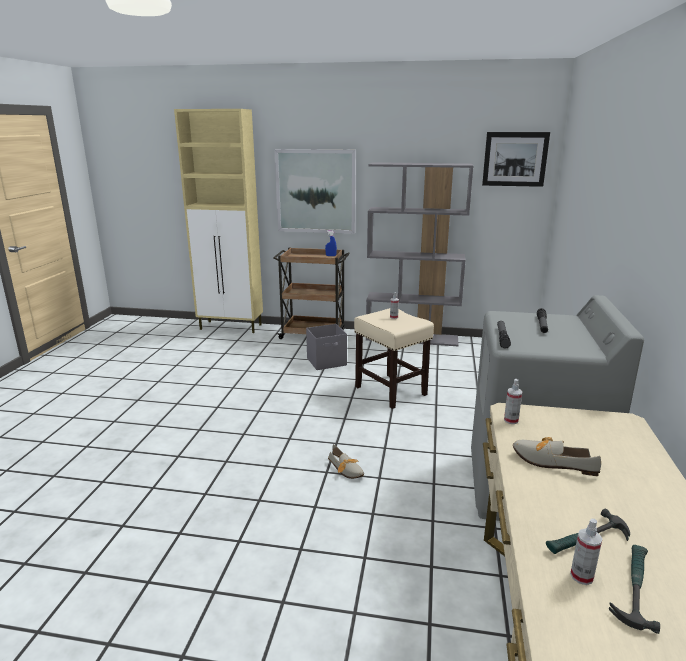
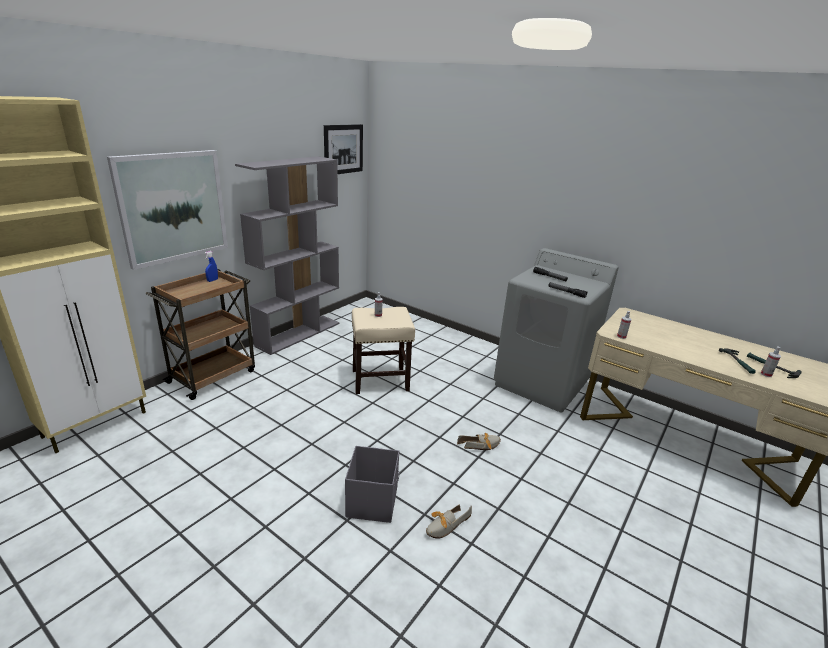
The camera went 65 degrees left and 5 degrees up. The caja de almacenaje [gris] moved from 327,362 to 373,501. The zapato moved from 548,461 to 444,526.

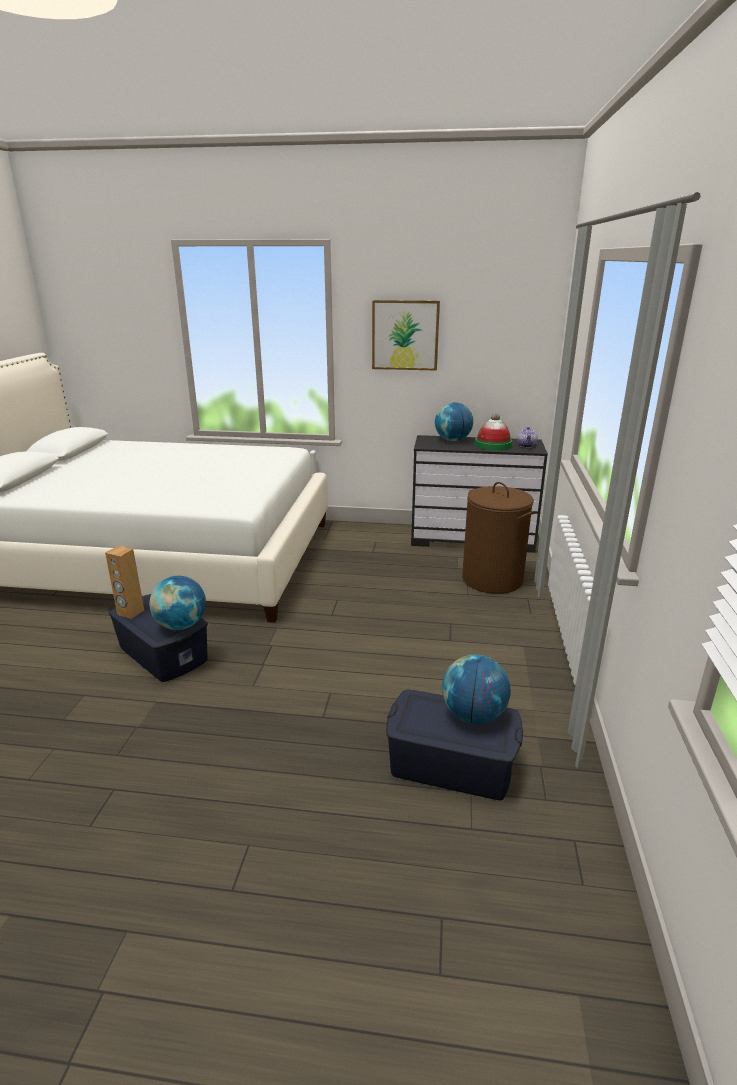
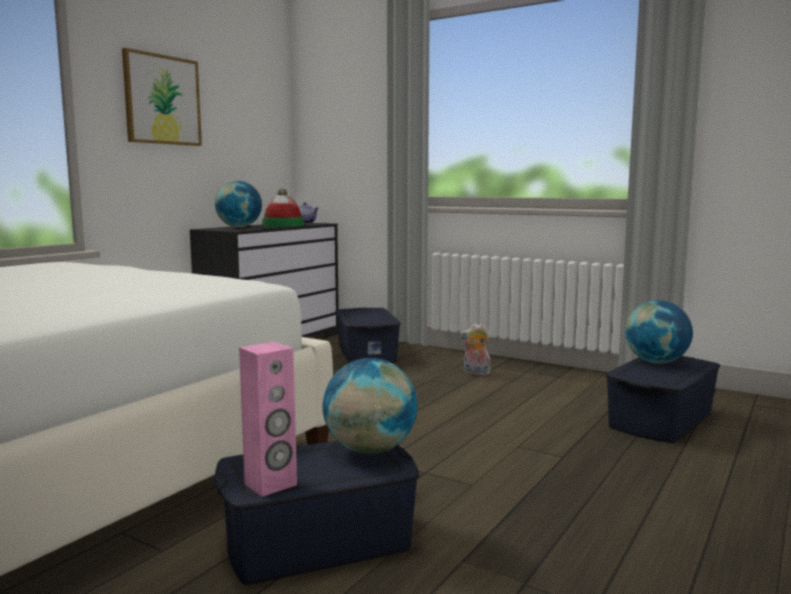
The camera went 65 degrees left and 15 degrees down. The cesto de la ropa [marrón] at 492,579 was replaced by the caja de almacenaje [azul] at 367,353. The altavoz [marrón] at 130,612 became the altavoz [rosa] at 271,484. The peluche at 475,373 appeared.

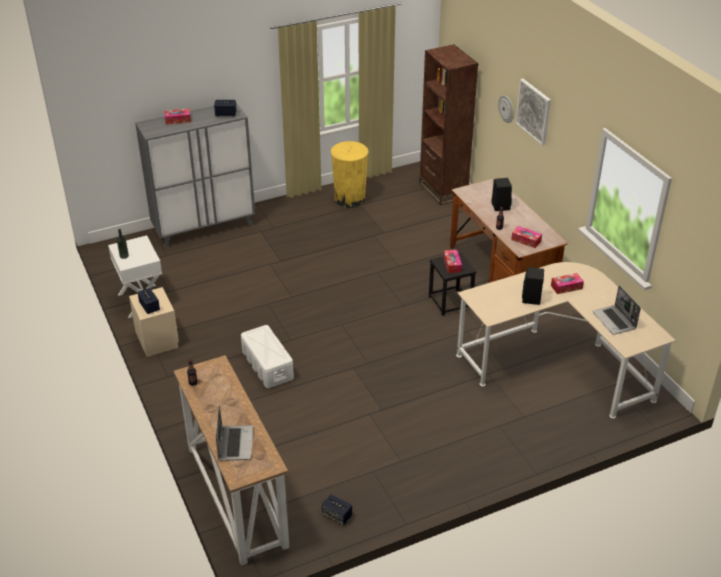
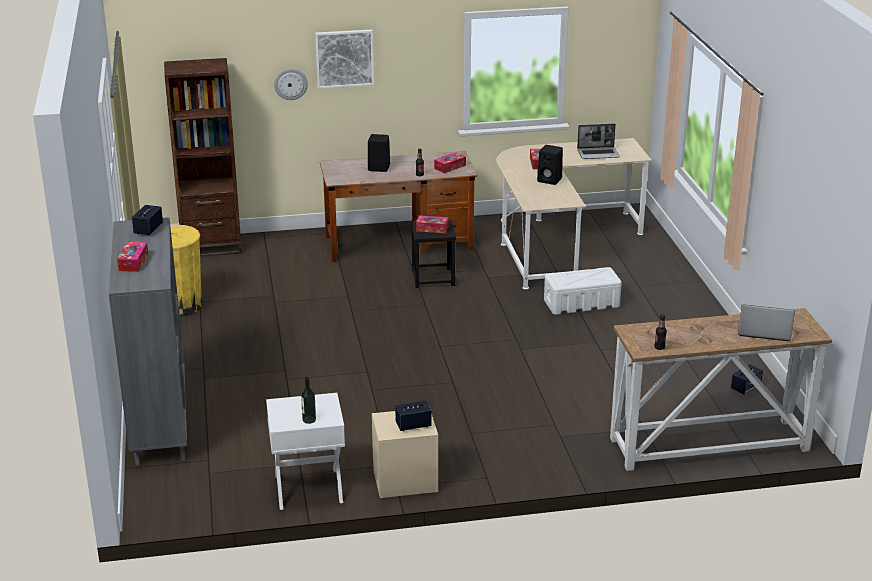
The camera went 75 degrees left and 10 degrees down. The caja de almacenaje [blanco] moved from 267,365 to 581,303.

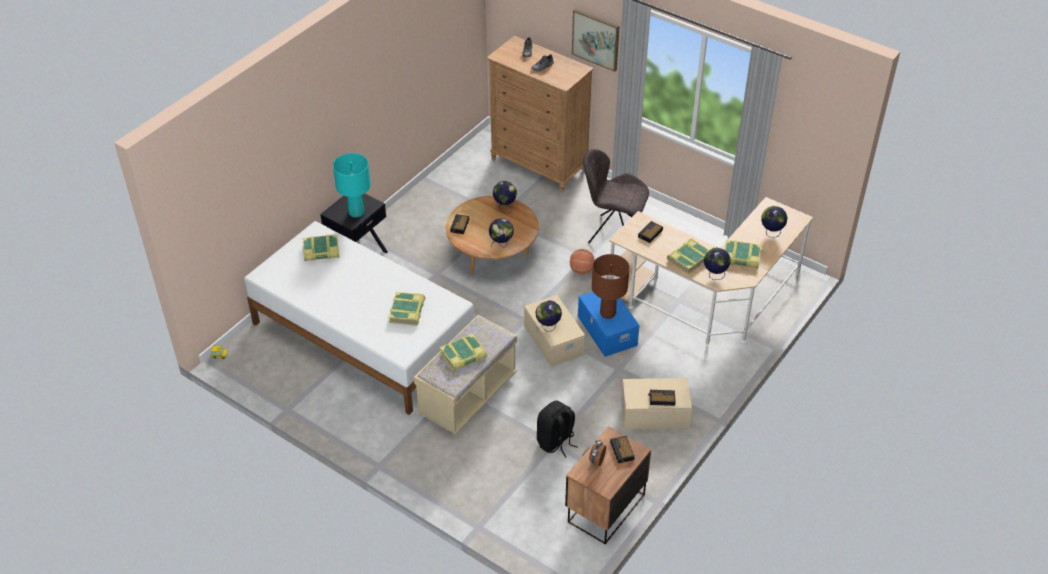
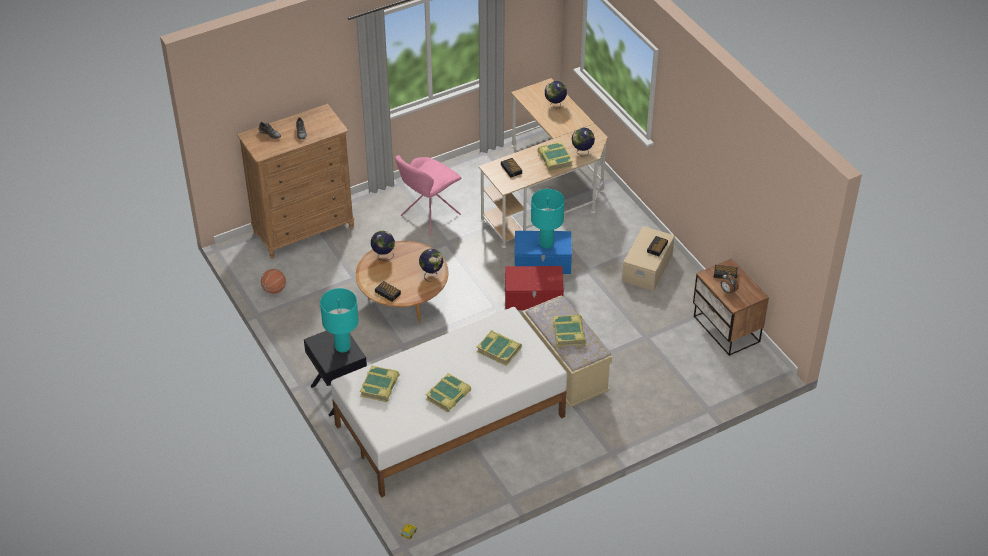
The camera went 65 degrees left and 0 degrees up. The cuadro at 596,39 disappeared. The silla [gris] at 613,233 became the silla [rosa] at 428,216. The libro moved from 741,257 to 448,396. The balón de baloncesto moved from 581,270 to 274,290. The lámpara de mesa [marrón] at 607,313 became the lámpara de mesa [turquesa] at 546,244. The caja de almacenaje [beis] at 553,341 became the caja de almacenaje [rojo] at 534,298. The globo terráqueo at 548,327 disappeared. The mochila [negro] at 556,442 disappeared.

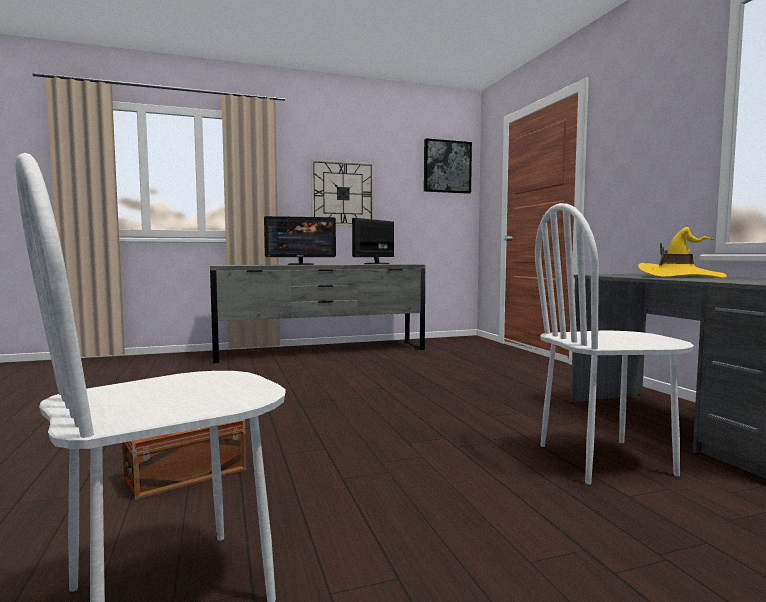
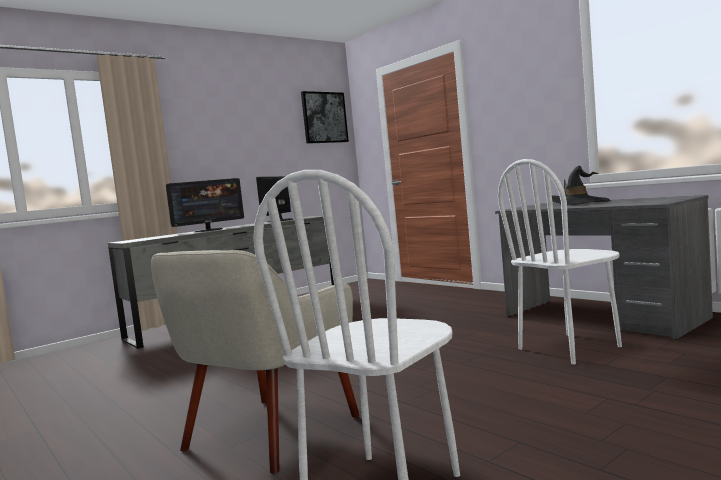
The camera went 20 degrees left and 0 degrees up. The reloj de pared at 342,193 disappeared. The sombrero [amarillo] at 680,276 became the sombrero [negro] at 578,203. The caja de almacenaje [marrón] at 184,474 was replaced by the sillón [beis] at 268,432.

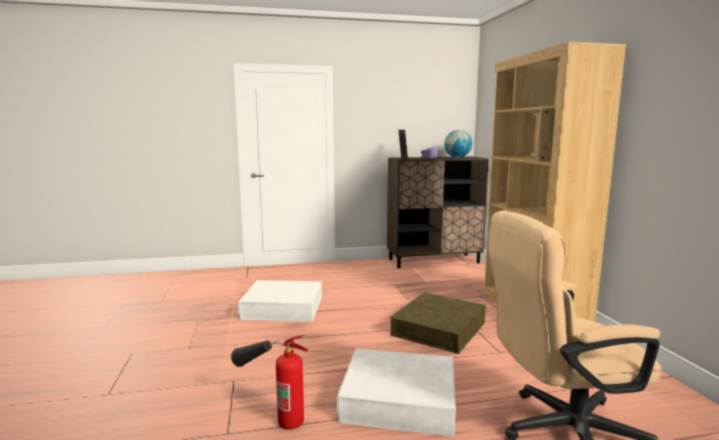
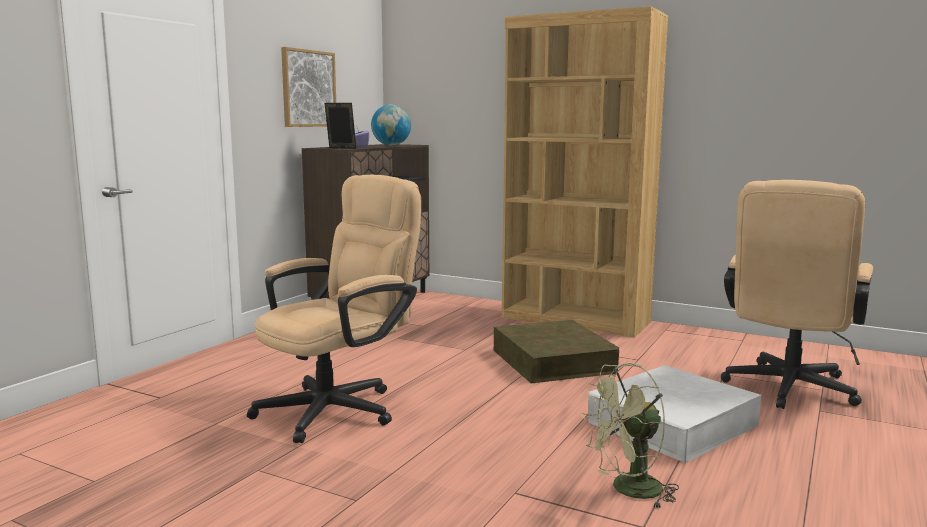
The camera went 50 degrees left and 0 degrees up. The caja de almacenaje [blanco] at 283,308 was replaced by the silla de oficina [beis] at 339,407. The extintor at 272,414 was replaced by the ventilador [verde] at 628,491. The cuadro at 308,88 appeared.

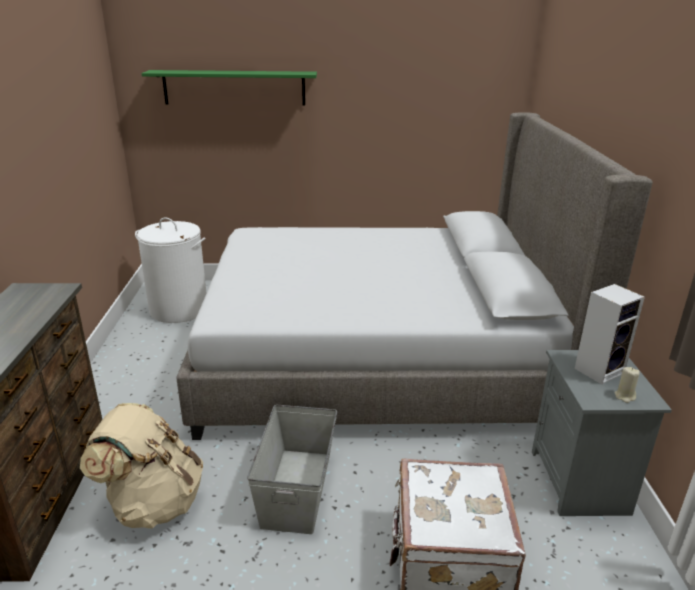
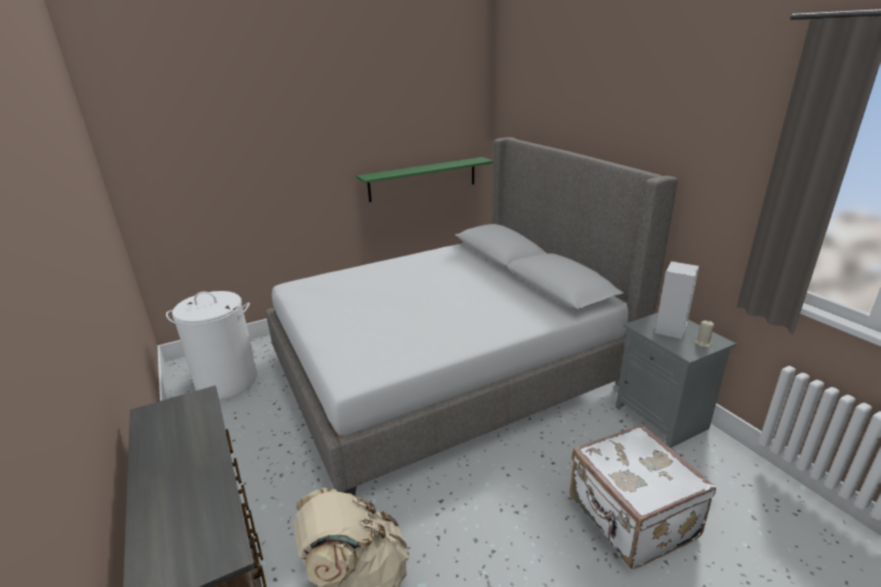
The camera went 25 degrees left and 0 degrees up. The estante [verde] moved from 234,88 to 423,179. The caja de almacenaje [gris] at 296,489 disappeared.

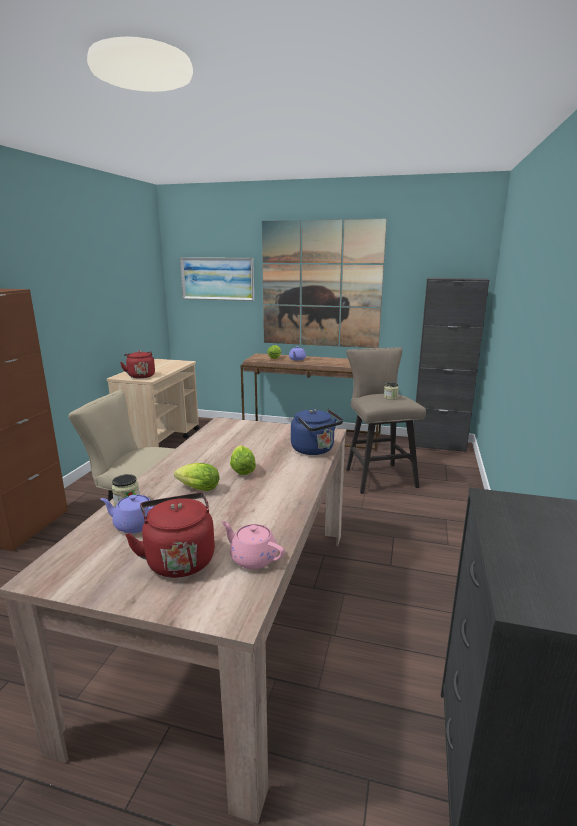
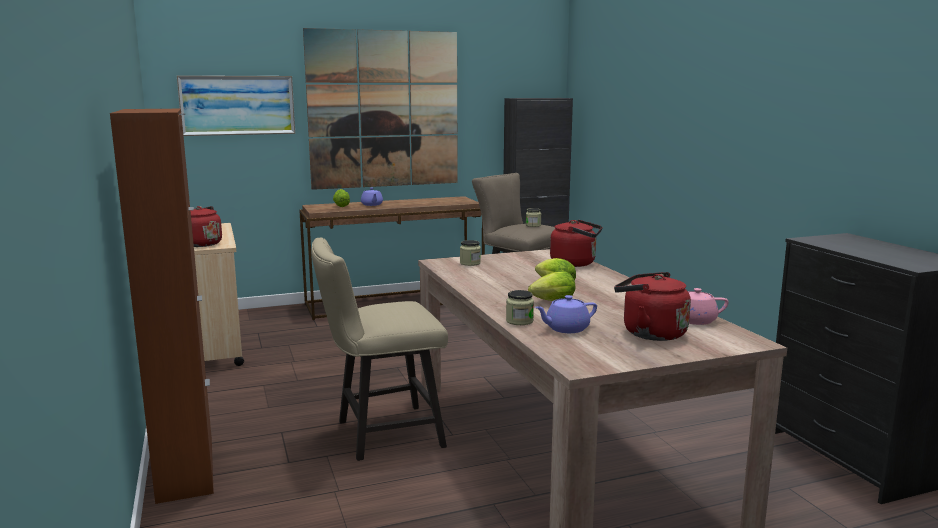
The camera went 35 degrees left and 5 degrees down. The hervidor [azul] at 314,450 became the hervidor [rojo] at 576,263. The tarro at 470,263 appeared.

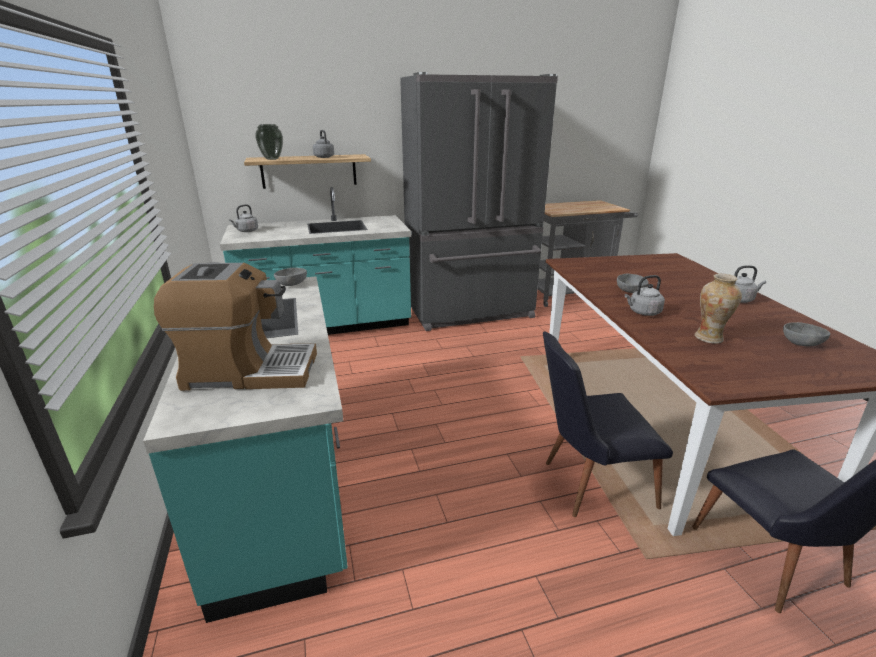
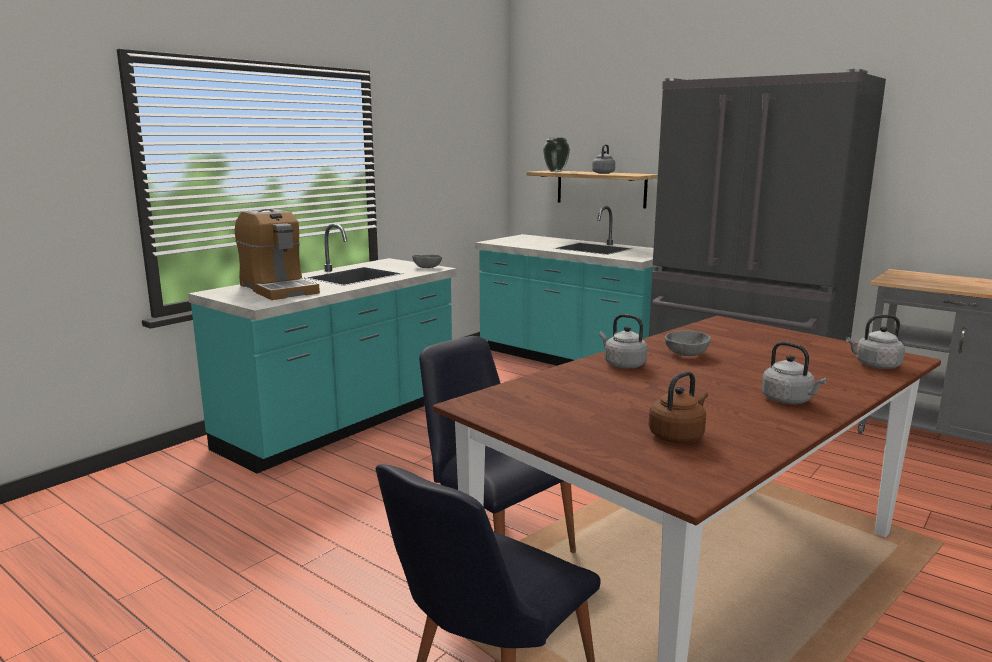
The camera went 55 degrees right and 10 degrees down. The hervidor [gris] moved from 246,231 to 875,365. The florero at 709,338 disappeared. The cuenco [gris] at 800,343 was replaced by the hervidor [marrón] at 678,436.

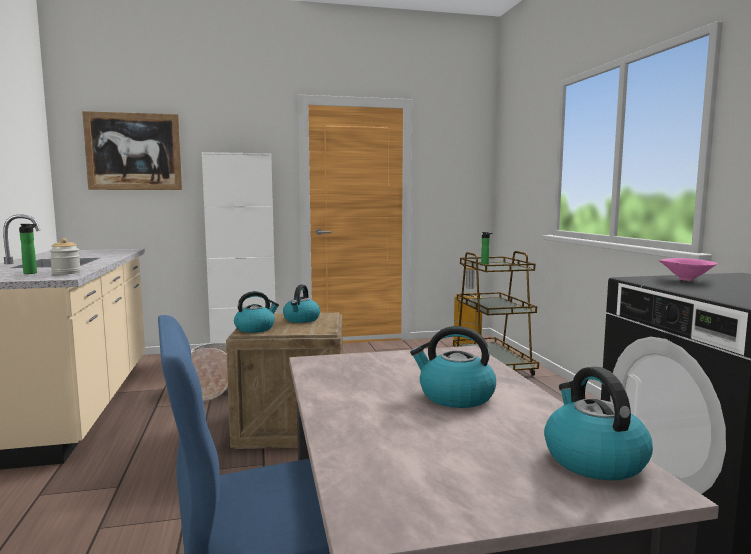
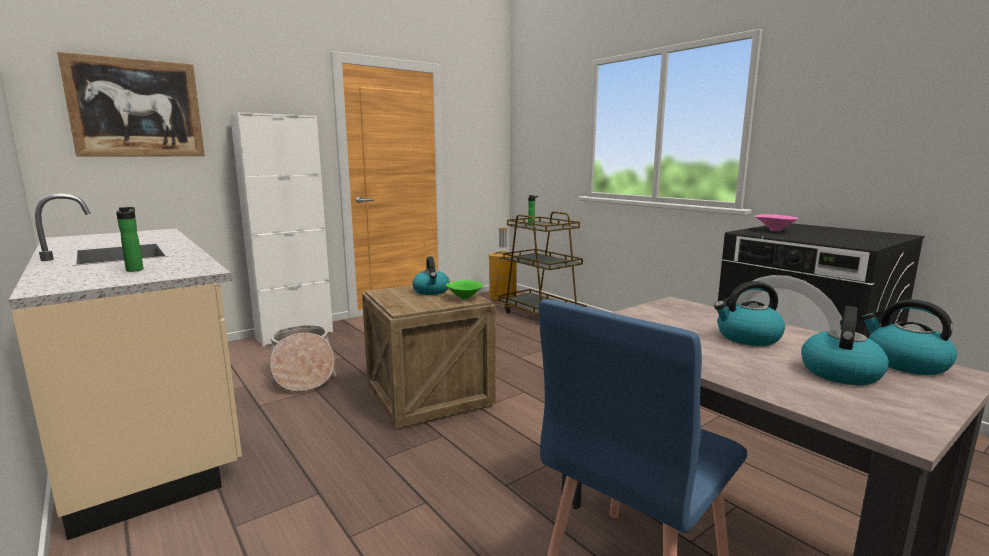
The camera went 25 degrees left and 5 degrees up. The tarro at 66,273 disappeared. The hervidor moved from 255,328 to 840,372. The cuenco [verde] at 464,298 appeared.

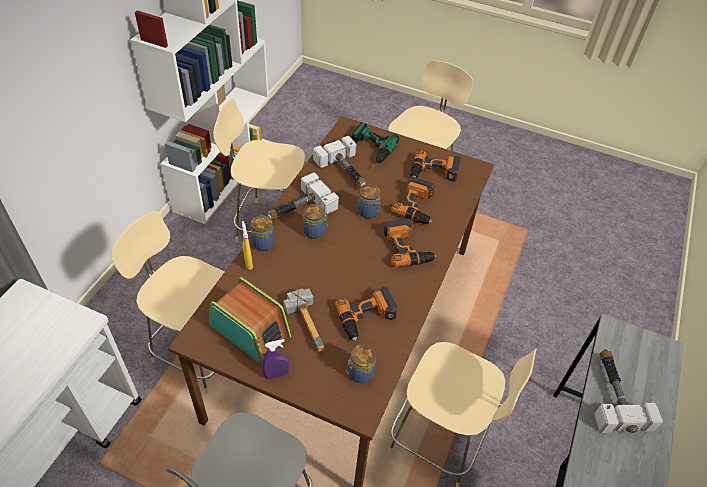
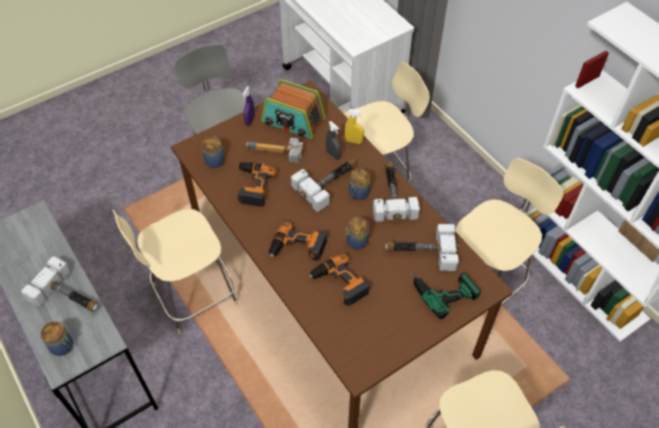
The camera went 125 degrees right and 5 degrees up. The taladro at 434,173 disappeared. The tarro moved from 263,242 to 63,346. The radio at 250,330 turned 45 degrees clockwise. The pulverizador [gris] at 333,154 appeared. The martillo at 328,183 appeared.

